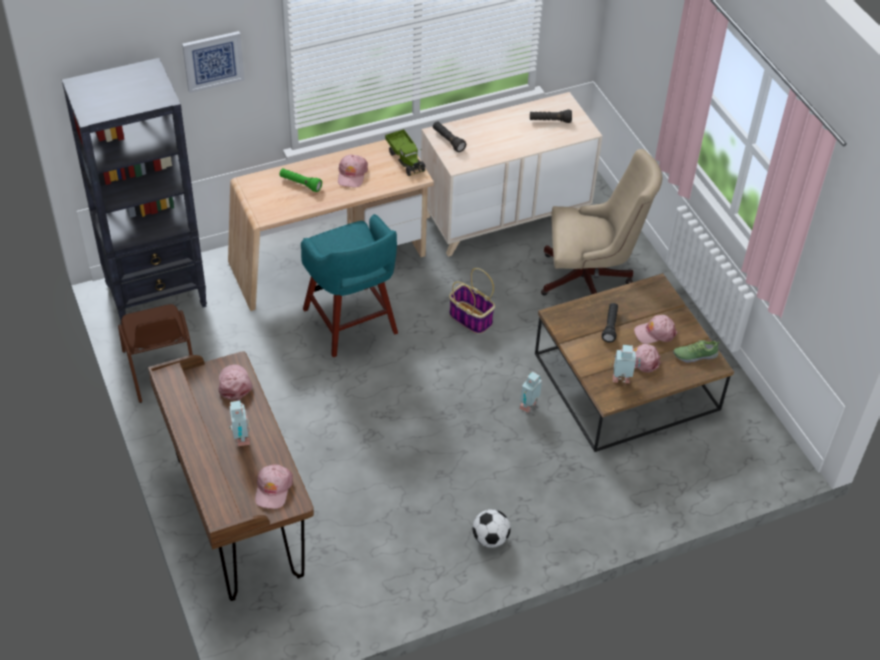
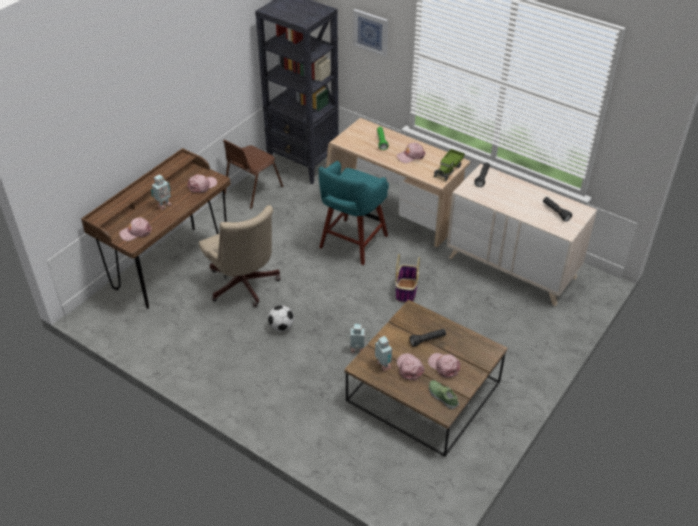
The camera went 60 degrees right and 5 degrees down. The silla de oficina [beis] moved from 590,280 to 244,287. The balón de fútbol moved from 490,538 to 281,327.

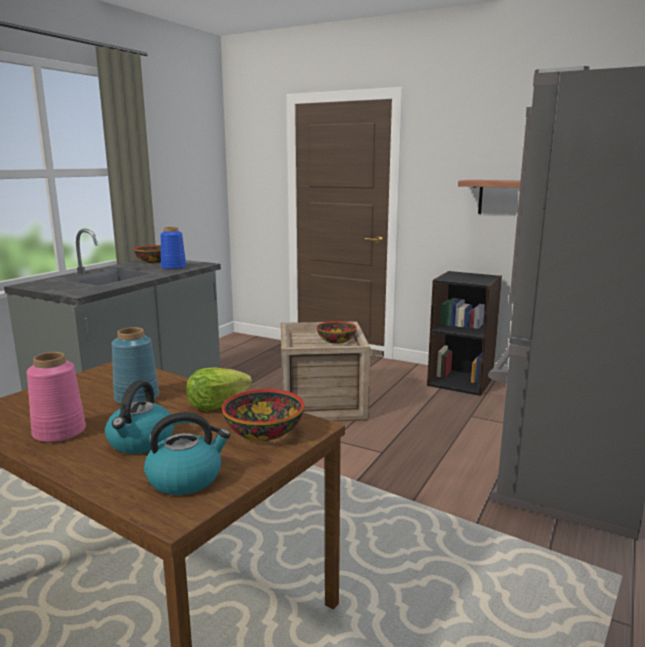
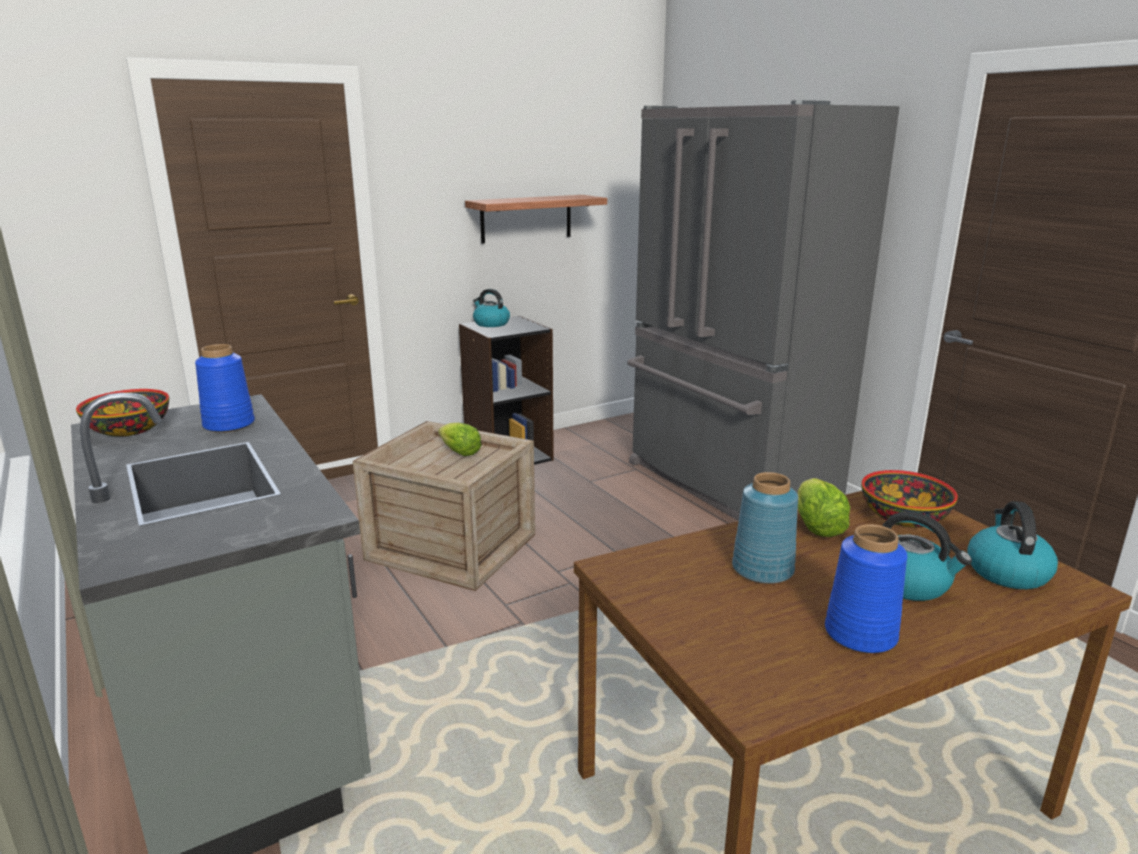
The camera went 60 degrees left and 5 degrees up. The cuenco at 336,341 was replaced by the lechuga at 460,453. The florero [rosa] at 60,432 became the florero [azul] at 859,633. The hervidor at 490,323 appeared.

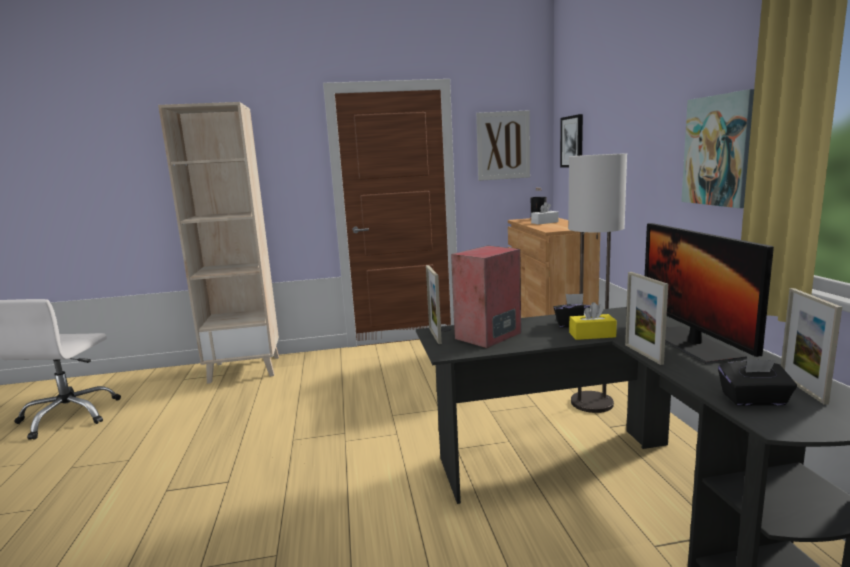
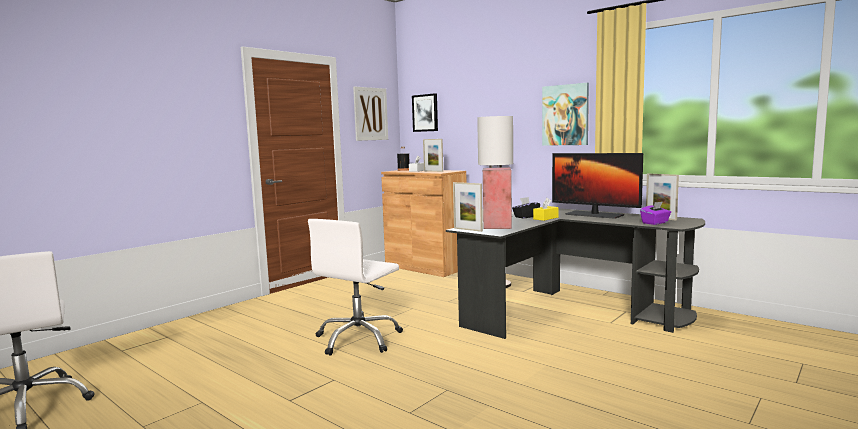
The camera went 40 degrees left and 5 degrees down. The estantería [beis] at 245,369 disappeared. The portarretratos moved from 643,354 to 433,171. The caja de pañuelos [negro] at 754,400 became the caja de pañuelos [morado] at 655,223. The silla de oficina [blanco] at 359,339 appeared.

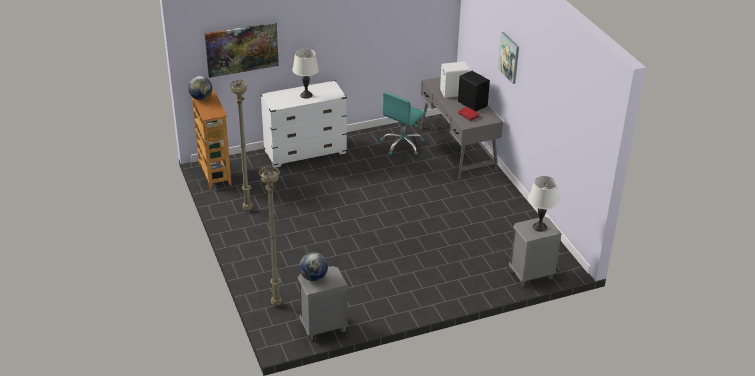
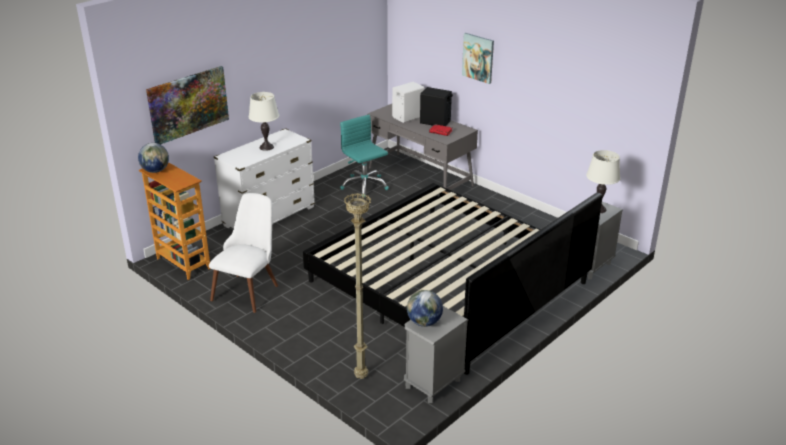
The camera went 25 degrees left and 5 degrees down. The lámpara de pie [beis] at 248,210 was replaced by the silla [blanco] at 249,288. The silla de oficina [turquesa] at 402,144 turned 135 degrees clockwise. The cama at 447,282 appeared.

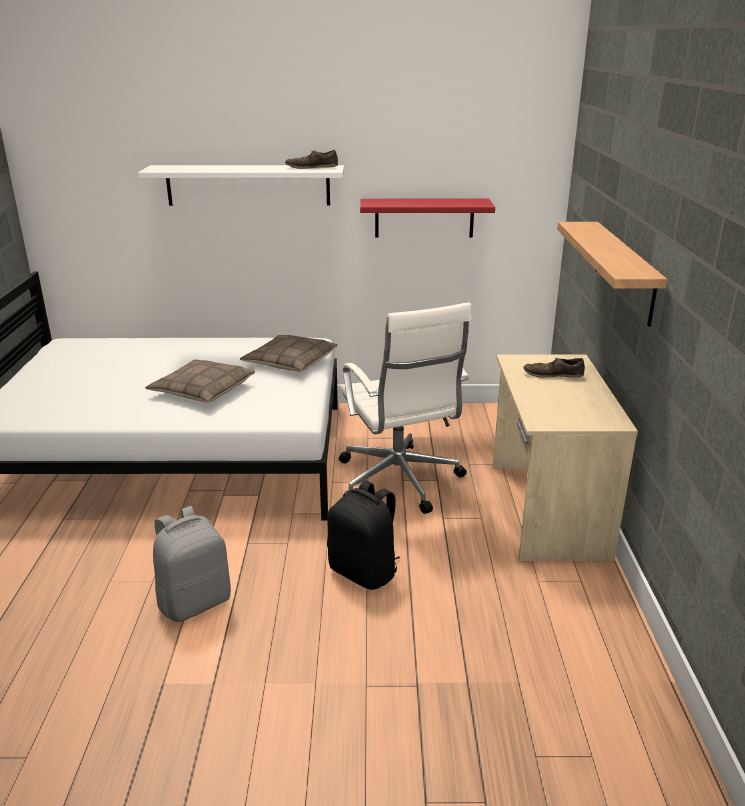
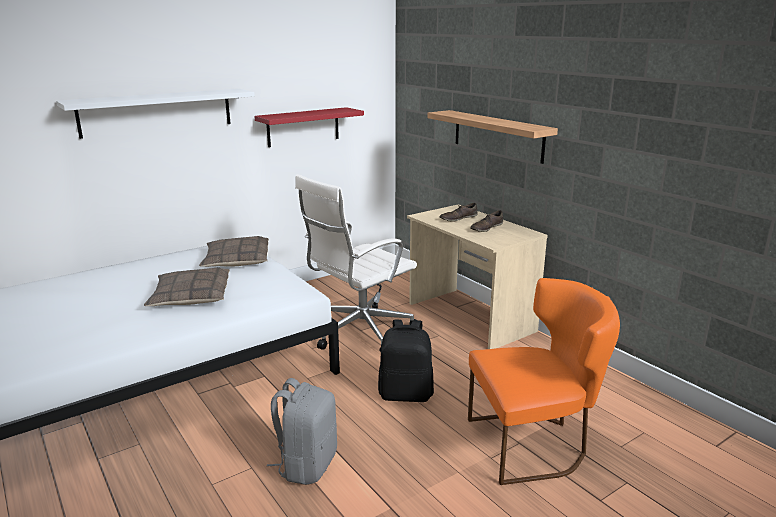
The camera went 35 degrees left and 5 degrees down. The zapato [marrón] moved from 311,167 to 486,228. The silla de oficina [blanco] at 399,481 turned 105 degrees clockwise. The silla [naranja] at 534,444 appeared.

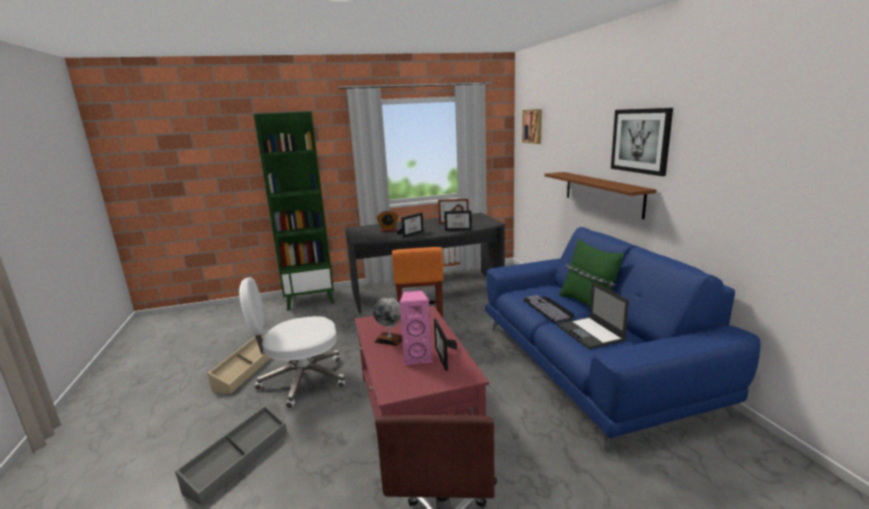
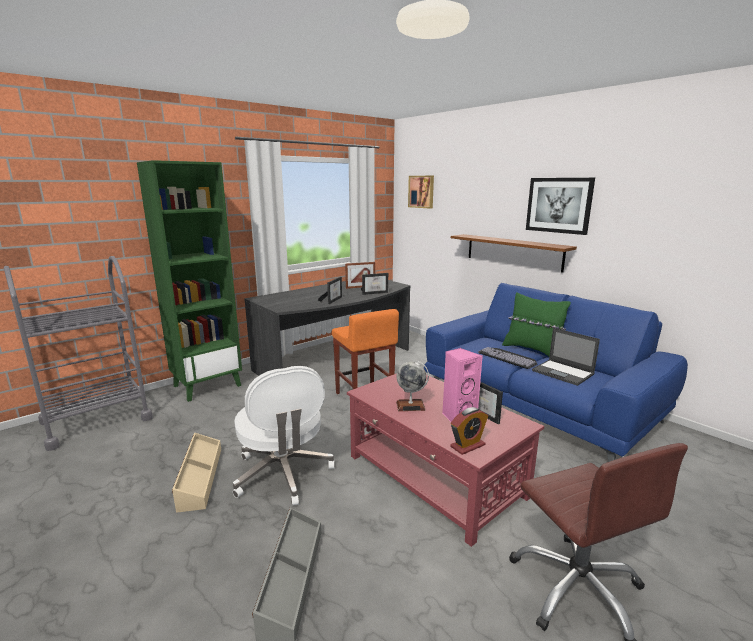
The camera went 25 degrees left and 0 degrees up. The despertador moved from 388,230 to 467,446. The silla de oficina [blanco] at 301,380 turned 75 degrees counterclockwise. The carrito [gris] at 97,420 appeared.

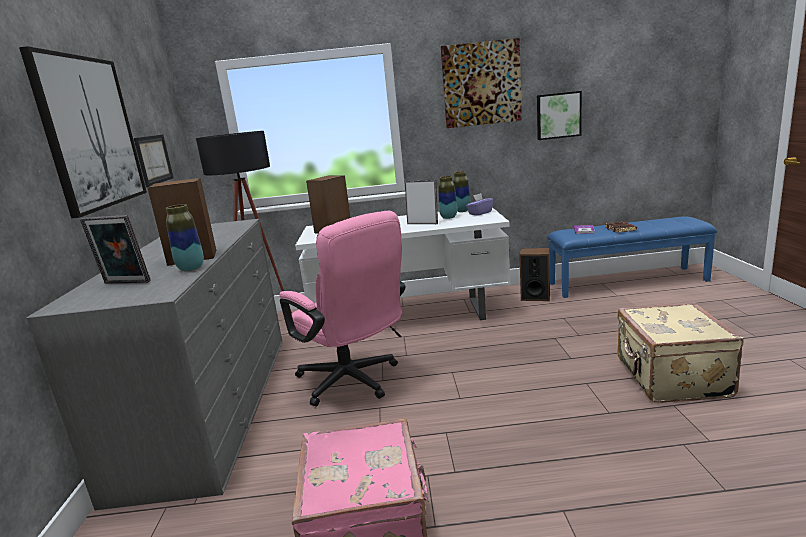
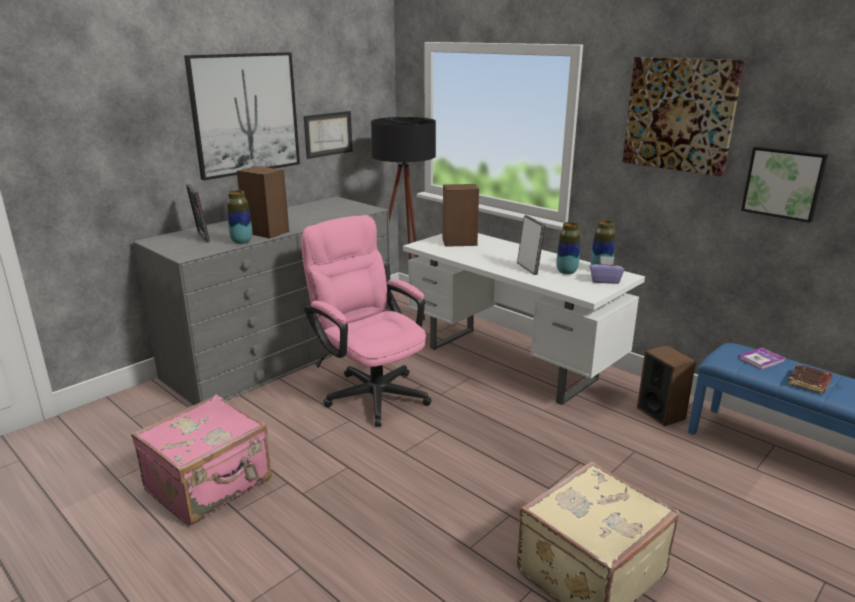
The camera went 45 degrees right and 5 degrees up. The silla de oficina [rosa] at 354,382 turned 135 degrees clockwise.

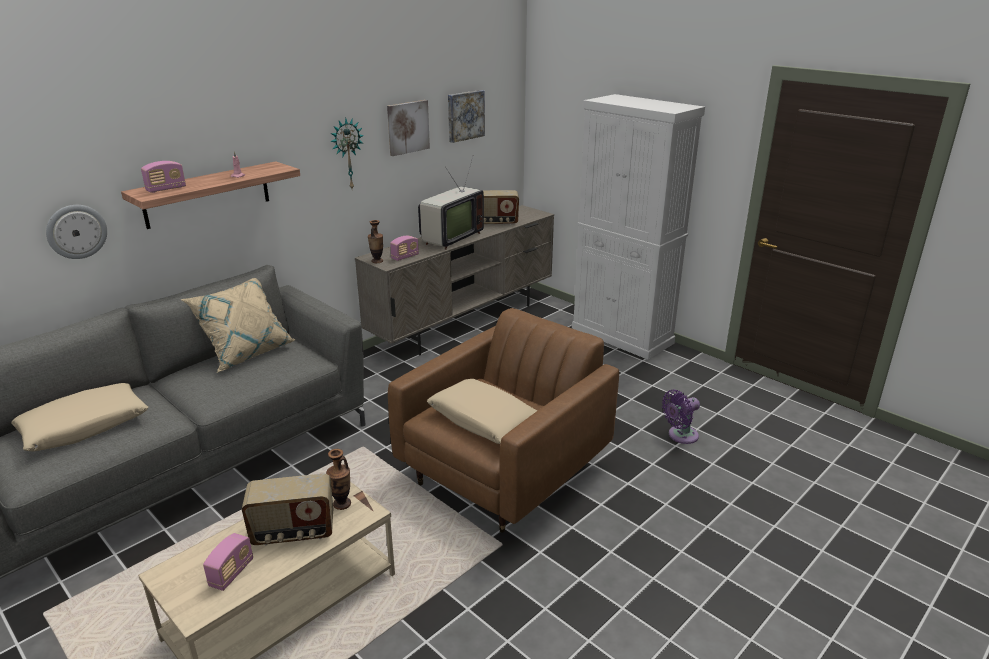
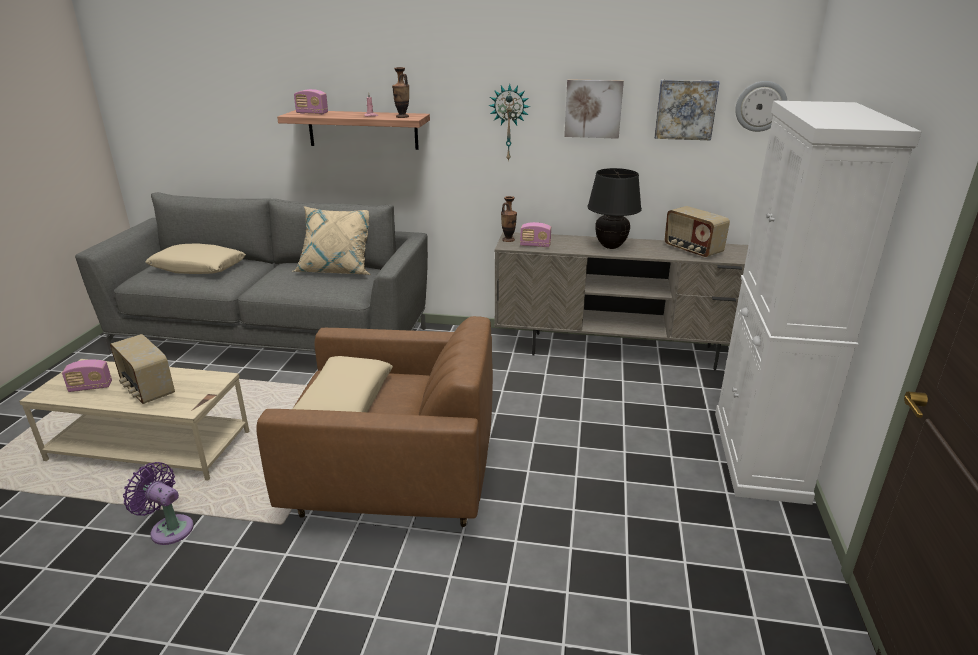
The camera went 55 degrees right and 0 degrees up. The televisor at 450,238 was replaced by the lámpara de mesa [negro] at 611,246. The reloj de pared moved from 76,231 to 760,106. The ventilador [morado] moved from 680,436 to 169,528. The florero moved from 342,504 to 402,117.

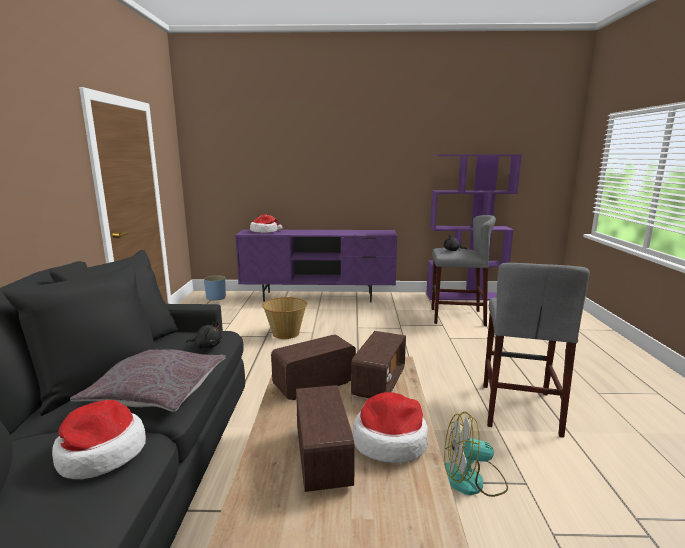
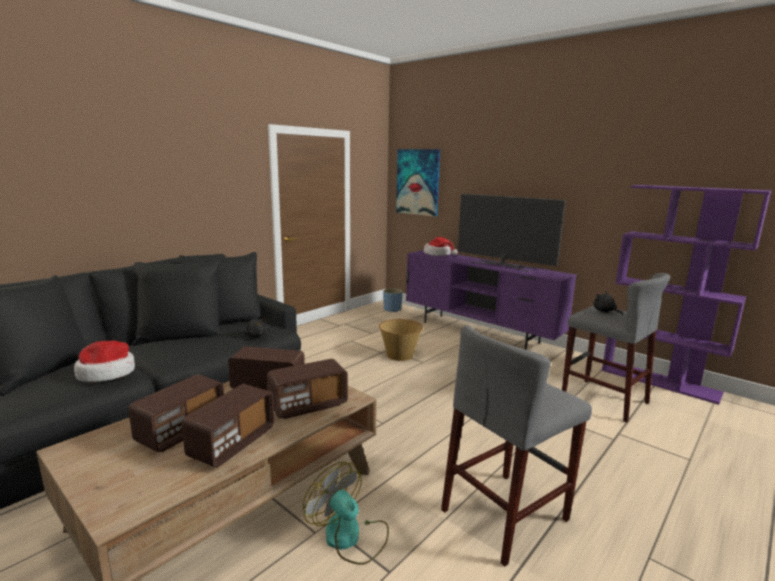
The camera went 40 degrees right and 0 degrees up. The cojín [gris] at 157,390 disappeared. The sombrero at 390,441 was replaced by the radio at 232,443. The cuadro at 418,182 appeared. The televisor at 503,265 appeared.

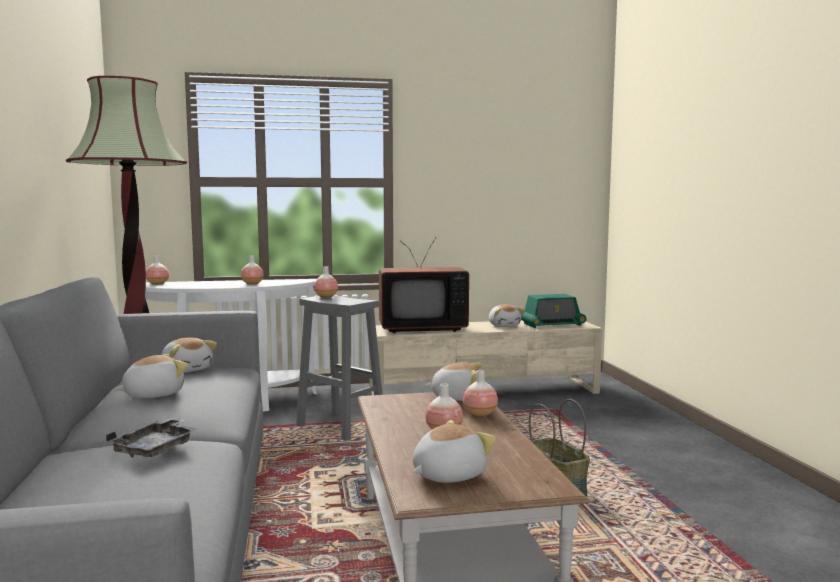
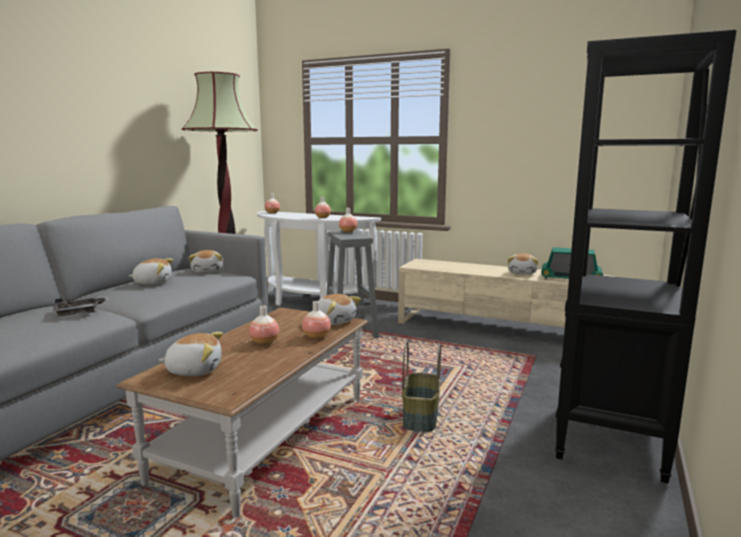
The camera went 35 degrees right and 5 degrees up. The televisor at 421,328 disappeared. The estantería [negro] at 609,439 appeared.

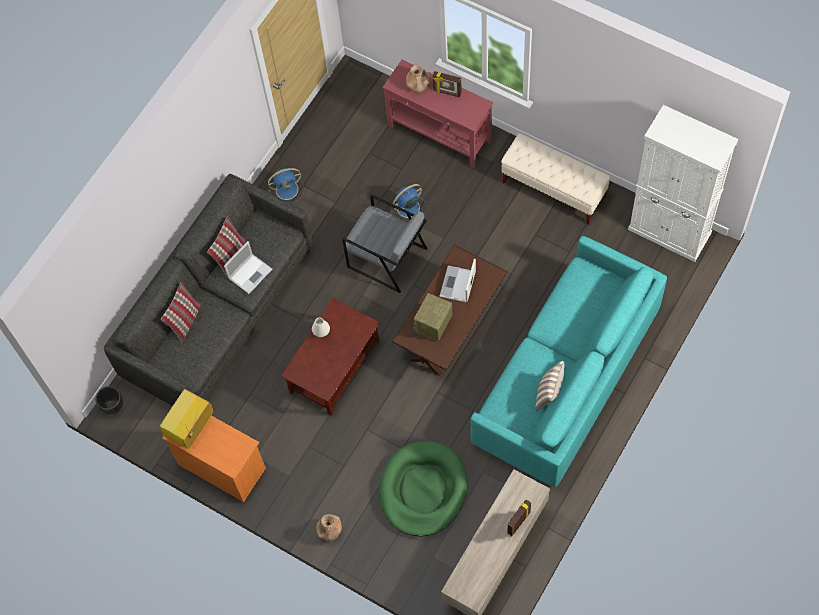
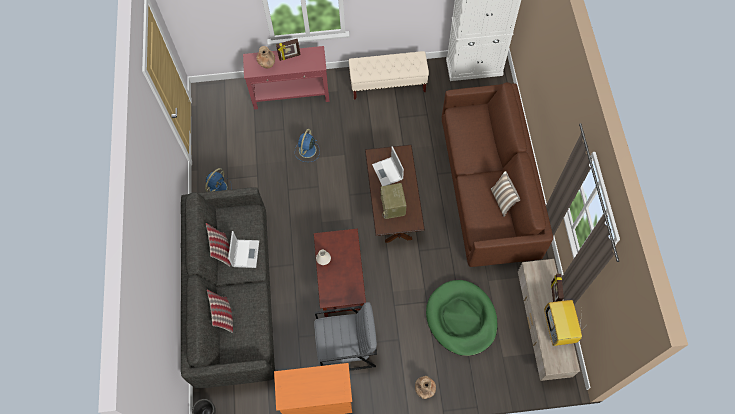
The camera went 40 degrees left and 0 degrees up. The sillón [gris] moved from 387,258 to 347,347. The sofá [turquesa] at 566,378 became the sofá [marrón] at 488,189. The televisor moved from 190,428 to 559,328.

